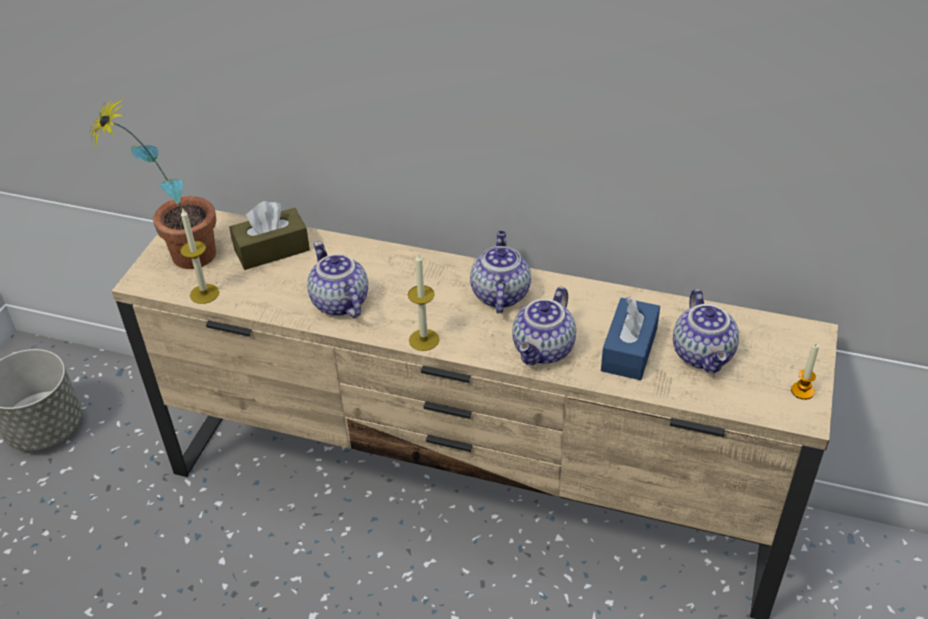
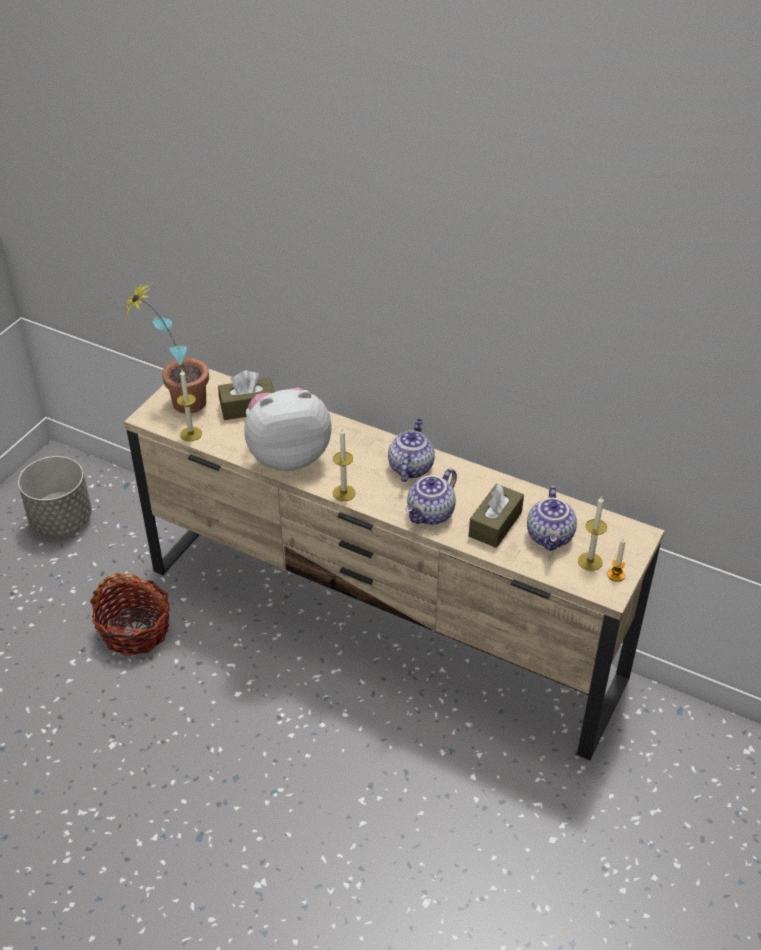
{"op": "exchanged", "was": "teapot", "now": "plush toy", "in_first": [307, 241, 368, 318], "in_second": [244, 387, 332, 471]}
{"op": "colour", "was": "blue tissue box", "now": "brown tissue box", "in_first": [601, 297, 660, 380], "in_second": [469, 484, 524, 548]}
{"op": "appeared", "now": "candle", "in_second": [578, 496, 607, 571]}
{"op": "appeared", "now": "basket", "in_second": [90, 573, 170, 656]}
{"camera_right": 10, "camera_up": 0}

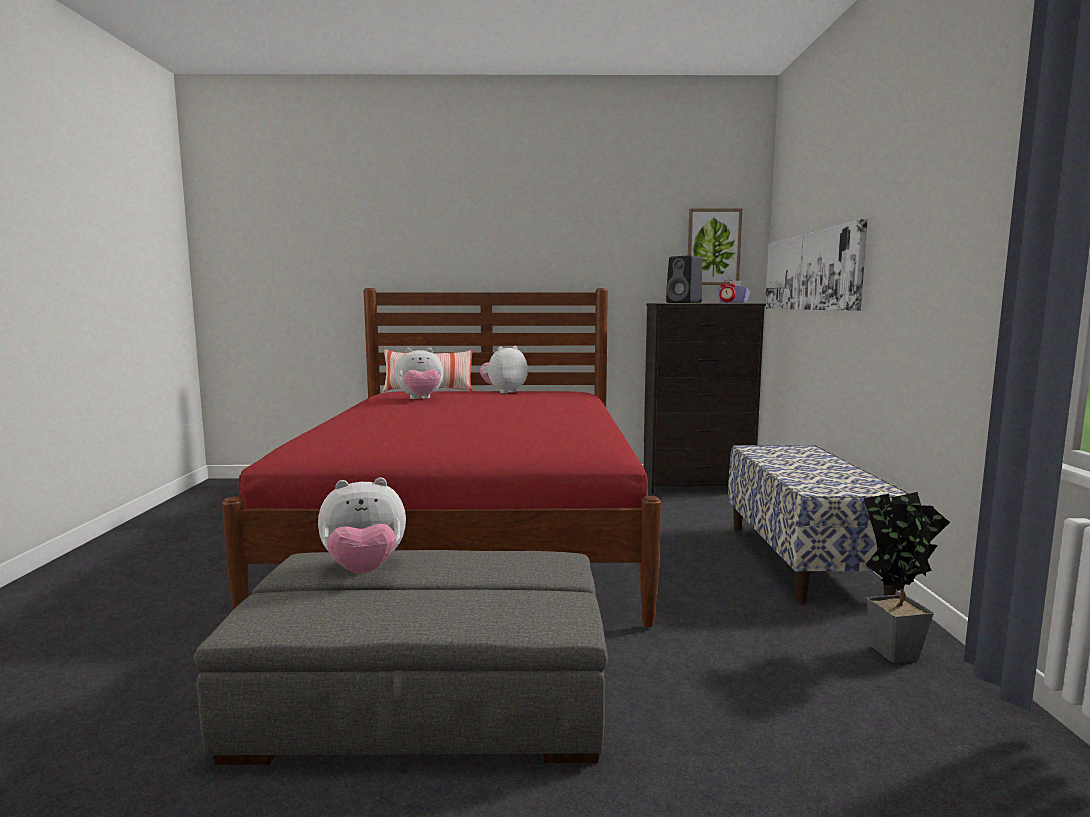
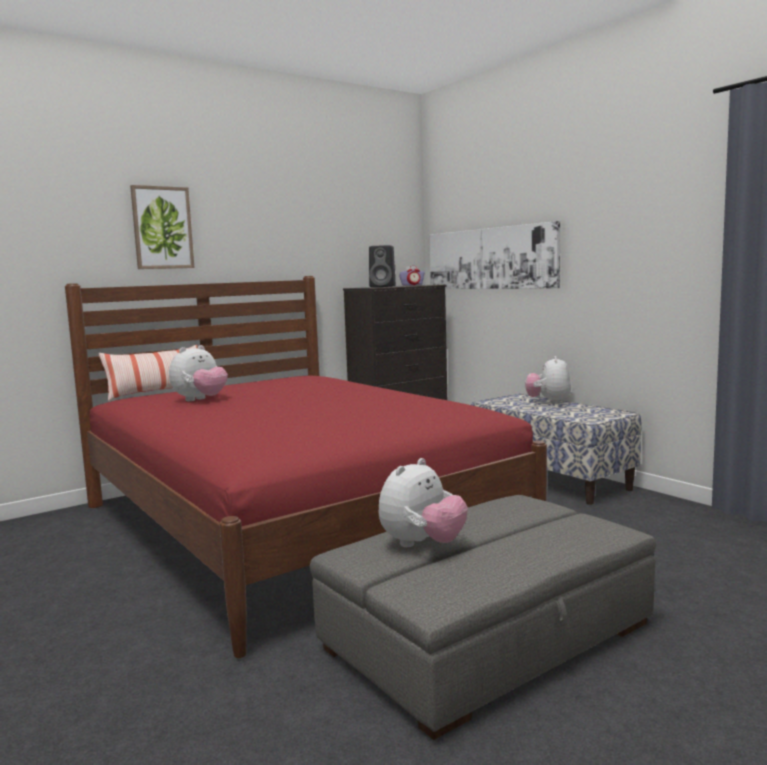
{"op": "relocated", "was": "picture", "in_first": [688, 209, 742, 285], "in_second": [130, 185, 194, 269]}
{"op": "relocated", "was": "plush toy", "in_first": [480, 346, 528, 394], "in_second": [525, 356, 571, 404]}
{"op": "missing", "was": "potted plant", "in_first": [864, 492, 950, 663]}
{"camera_right": -35, "camera_up": 0}

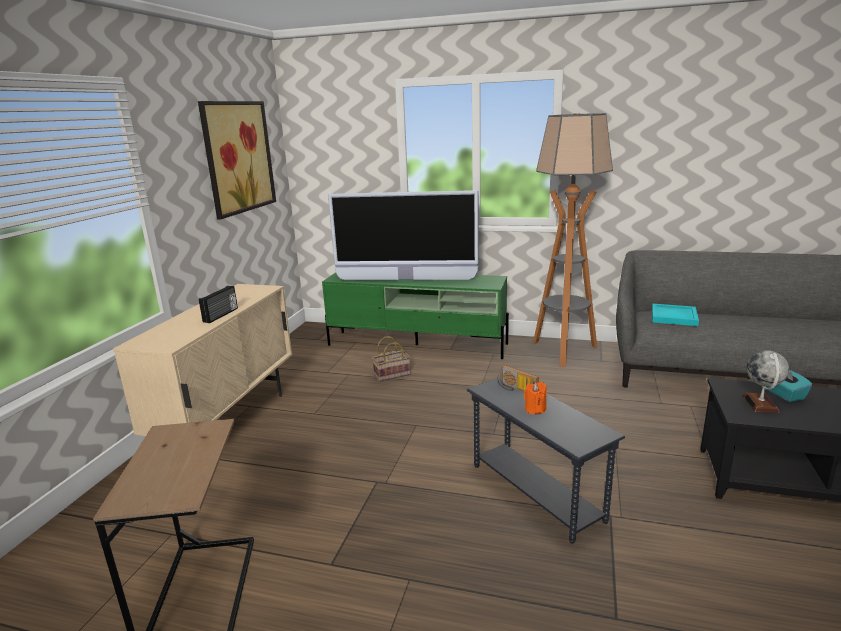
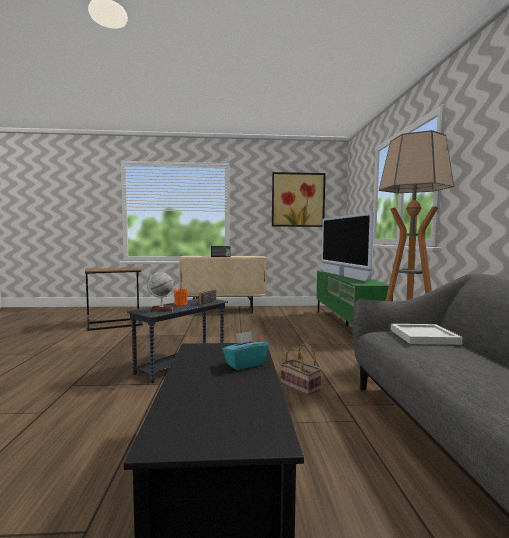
{"op": "colour", "was": "turquoise tray", "now": "white tray", "in_first": [652, 304, 699, 326], "in_second": [391, 324, 463, 345]}
{"op": "relocated", "was": "basket", "in_first": [372, 336, 410, 382], "in_second": [280, 343, 322, 396]}
{"op": "relocated", "was": "globe", "in_first": [742, 350, 789, 413], "in_second": [147, 271, 173, 312]}
{"camera_right": 70, "camera_up": -15}

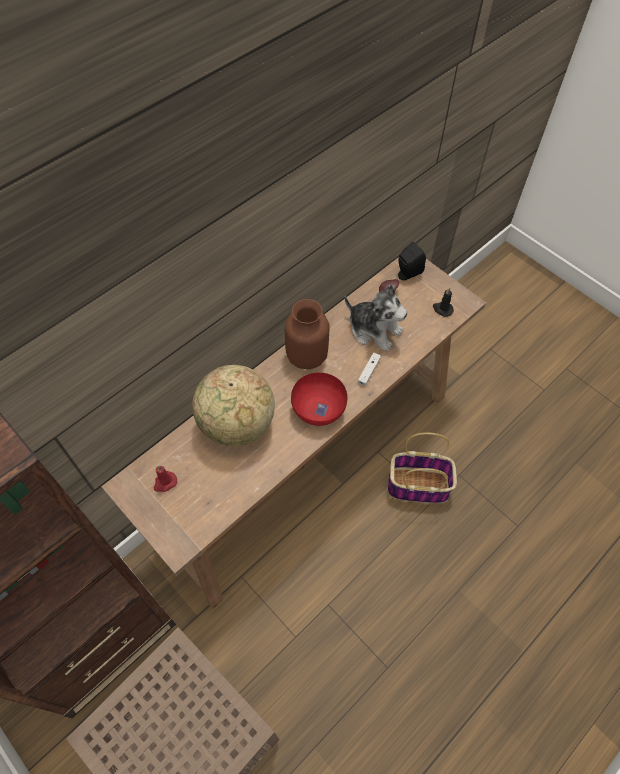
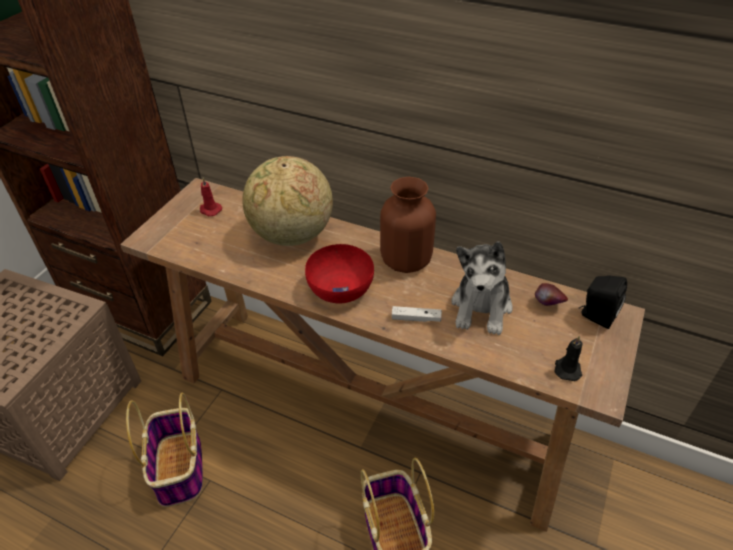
{"op": "appeared", "now": "basket", "in_second": [126, 393, 203, 507]}
{"camera_right": 70, "camera_up": -15}

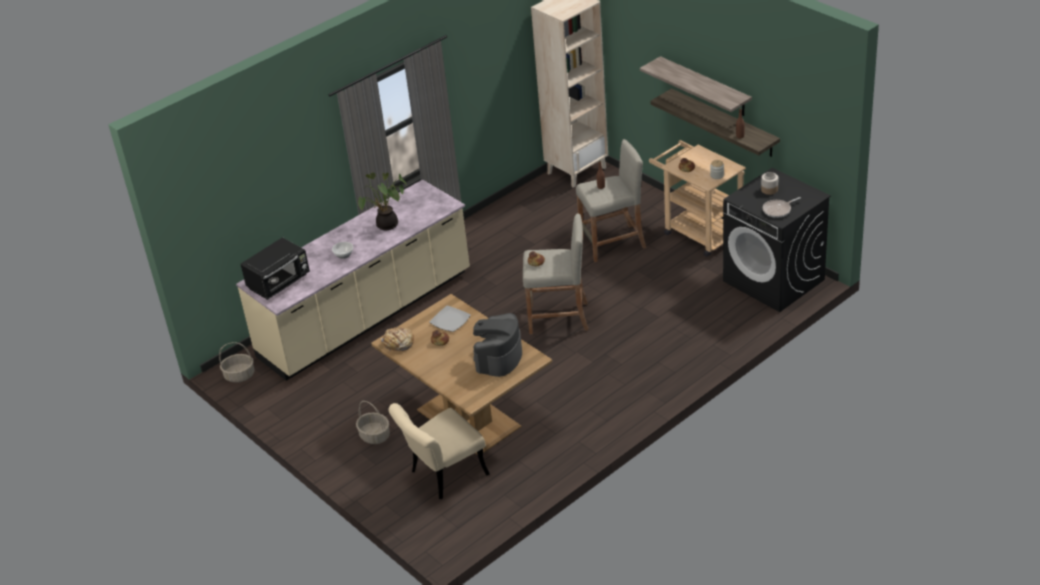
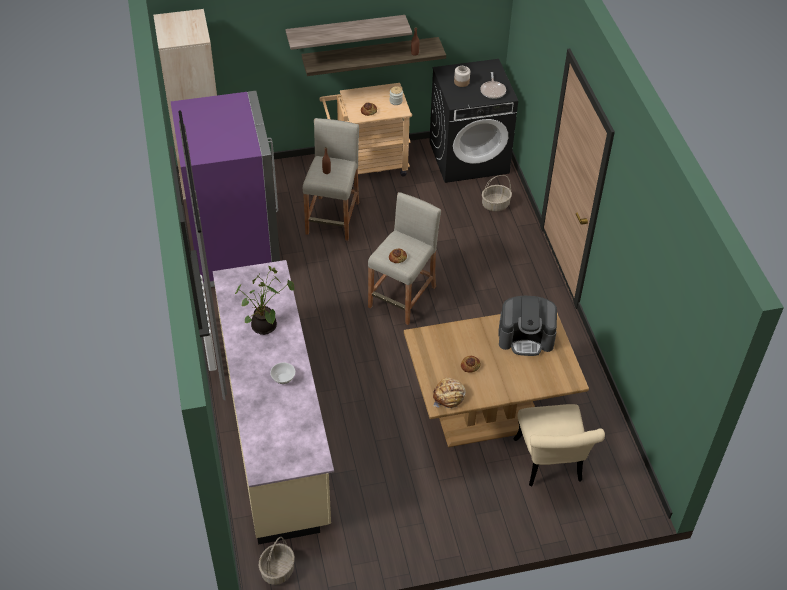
{"op": "missing", "was": "black microwave", "in_first": [241, 237, 310, 300]}
{"op": "missing", "was": "plate", "in_first": [429, 305, 471, 332]}
{"op": "spun", "was": "coffee machine", "in_first": [473, 313, 522, 377], "in_second": [498, 296, 557, 356], "clockwise": -45}
{"op": "relocated", "was": "basket", "in_first": [356, 401, 390, 444], "in_second": [482, 175, 512, 212]}
{"op": "appeared", "now": "purple fridge", "in_second": [170, 91, 280, 288]}
{"camera_right": -65, "camera_up": 10}

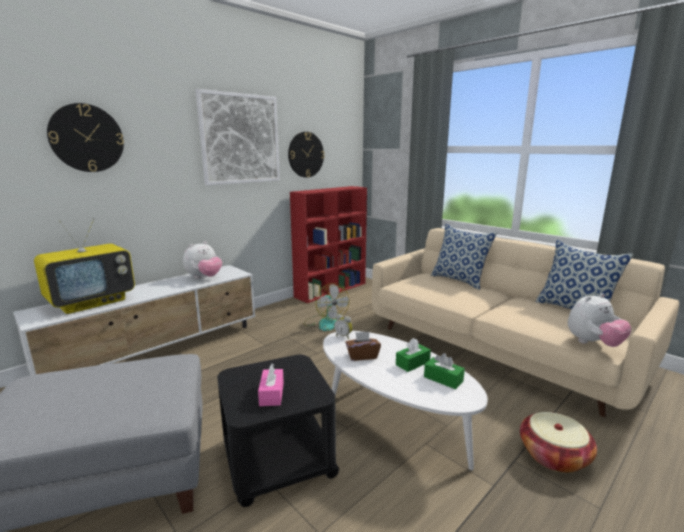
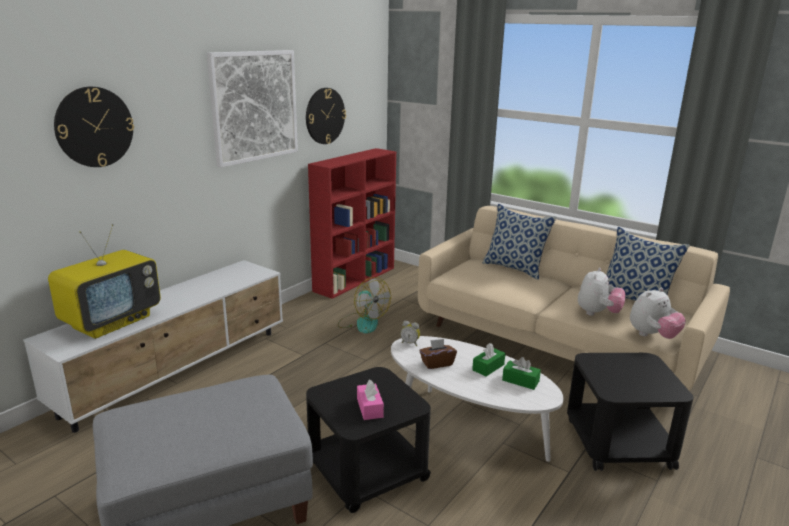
{"op": "relocated", "was": "plush toy", "in_first": [183, 241, 222, 279], "in_second": [578, 268, 626, 316]}
{"op": "exchanged", "was": "basket", "now": "black side table", "in_first": [520, 412, 597, 473], "in_second": [567, 353, 694, 471]}
{"camera_right": -10, "camera_up": 5}

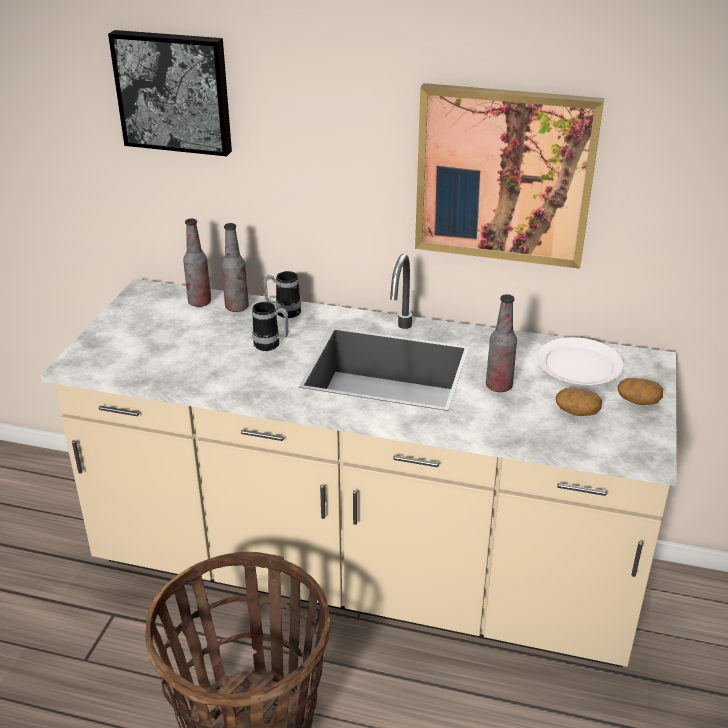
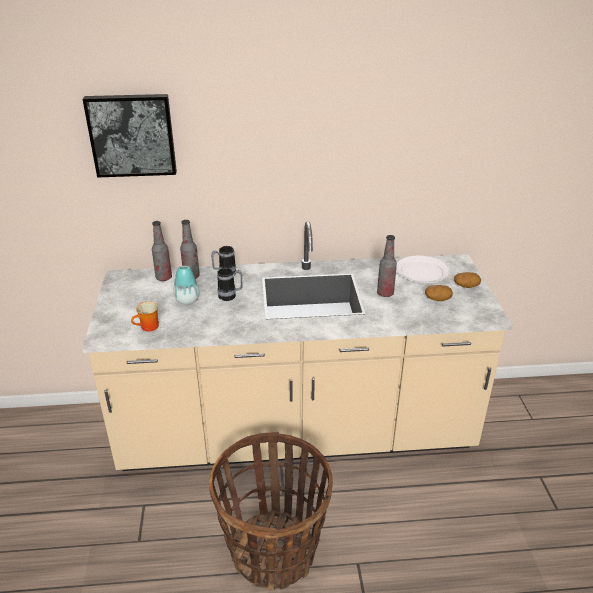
{"op": "missing", "was": "picture", "in_first": [415, 83, 604, 269]}
{"op": "appeared", "now": "vase", "in_second": [173, 266, 200, 305]}
{"op": "appeared", "now": "mug", "in_second": [131, 301, 159, 331]}
{"camera_right": -20, "camera_up": 0}

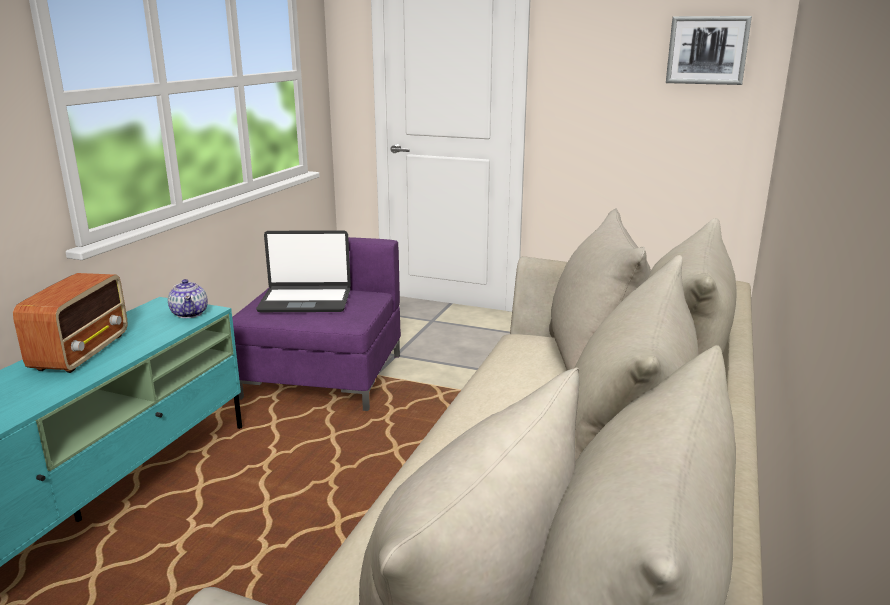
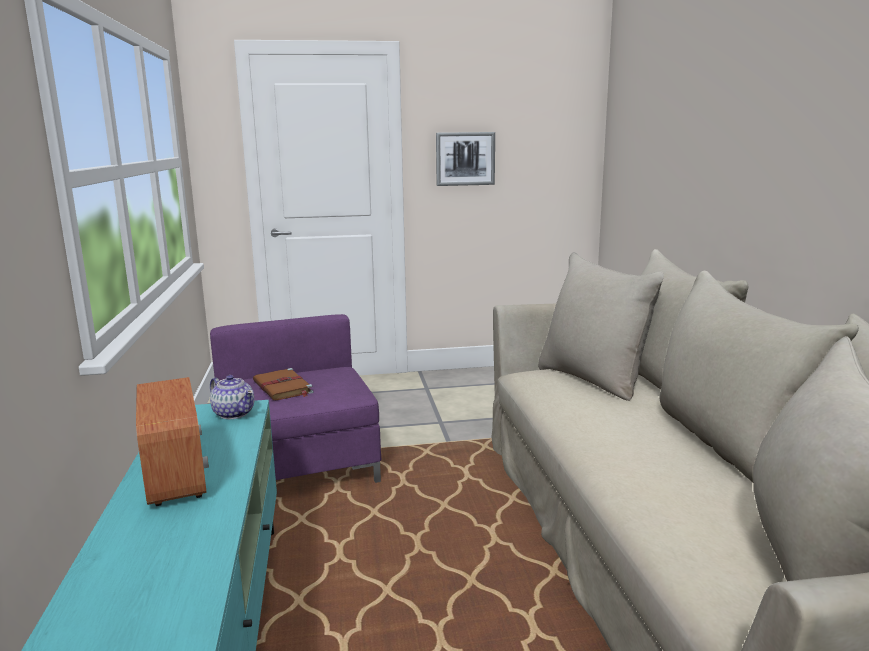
{"op": "relocated", "was": "picture", "in_first": [666, 16, 752, 85], "in_second": [436, 132, 495, 186]}
{"op": "exchanged", "was": "laptop", "now": "brown book", "in_first": [256, 230, 351, 312], "in_second": [253, 368, 313, 400]}
{"camera_right": -30, "camera_up": -5}

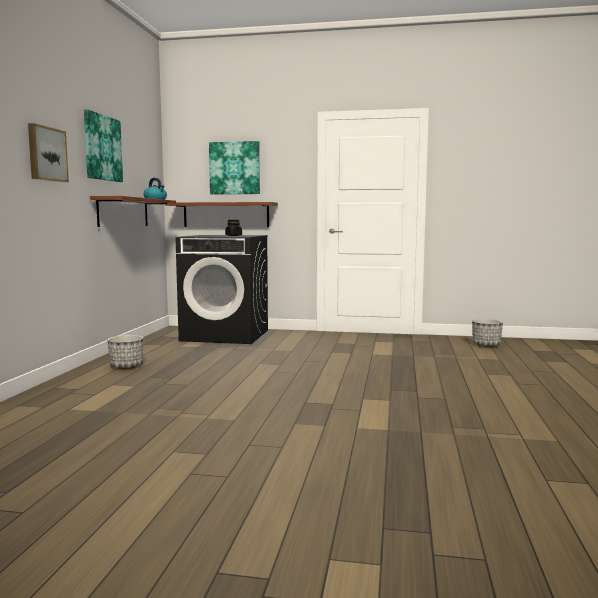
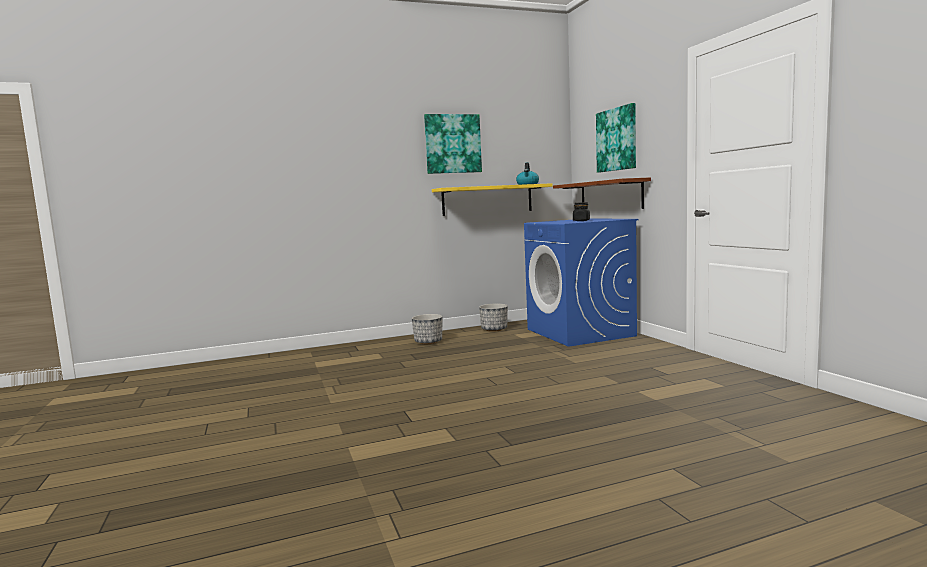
{"op": "missing", "was": "picture", "in_first": [28, 123, 69, 182]}
{"op": "colour", "was": "brown shelf", "now": "yellow shelf", "in_first": [90, 196, 176, 227], "in_second": [432, 183, 553, 216]}
{"op": "colour", "was": "black washing machine", "now": "blue washing machine", "in_first": [176, 235, 268, 344], "in_second": [524, 218, 639, 347]}
{"op": "relocated", "was": "planter", "in_first": [472, 319, 503, 347], "in_second": [479, 303, 508, 332]}
{"camera_right": 60, "camera_up": 0}

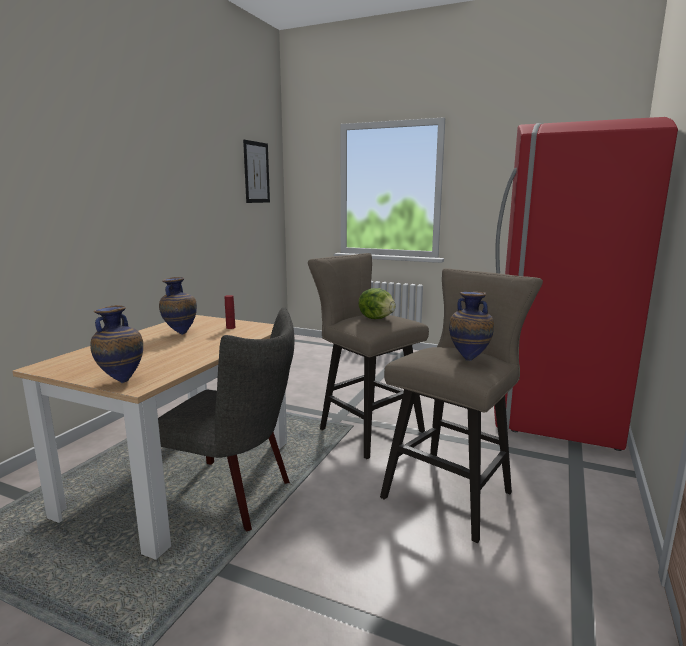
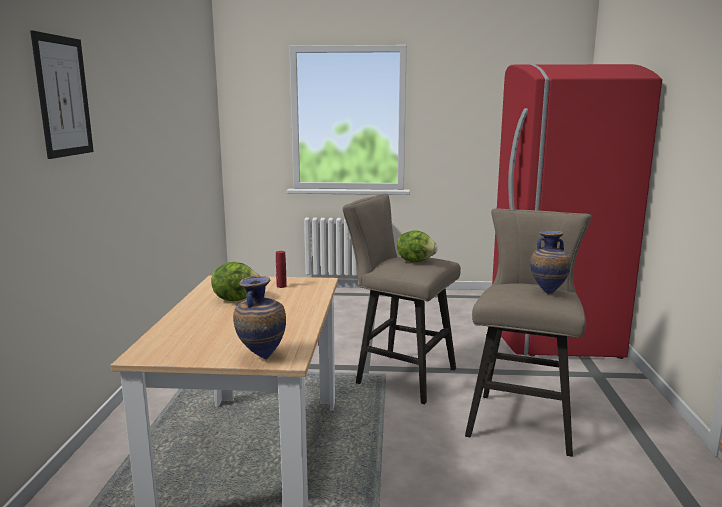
{"op": "relocated", "was": "picture", "in_first": [243, 140, 270, 203], "in_second": [30, 30, 94, 159]}
{"op": "exchanged", "was": "vase", "now": "lettuce", "in_first": [159, 277, 197, 335], "in_second": [211, 262, 260, 301]}
{"op": "missing", "was": "grey chair", "in_first": [158, 307, 294, 532]}
{"camera_right": -20, "camera_up": 0}

